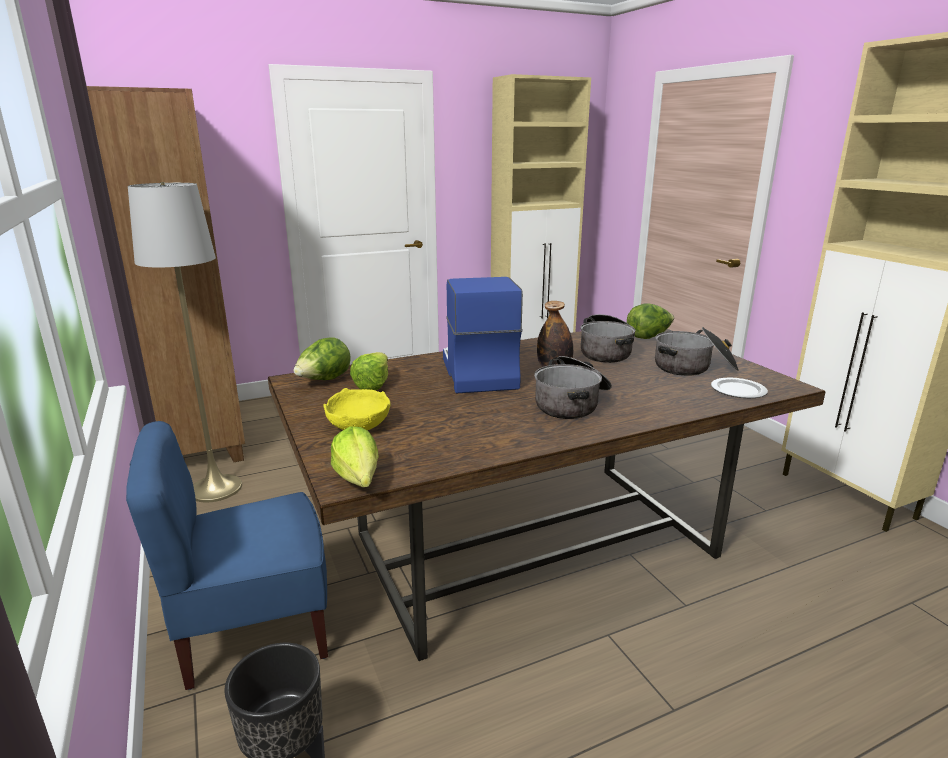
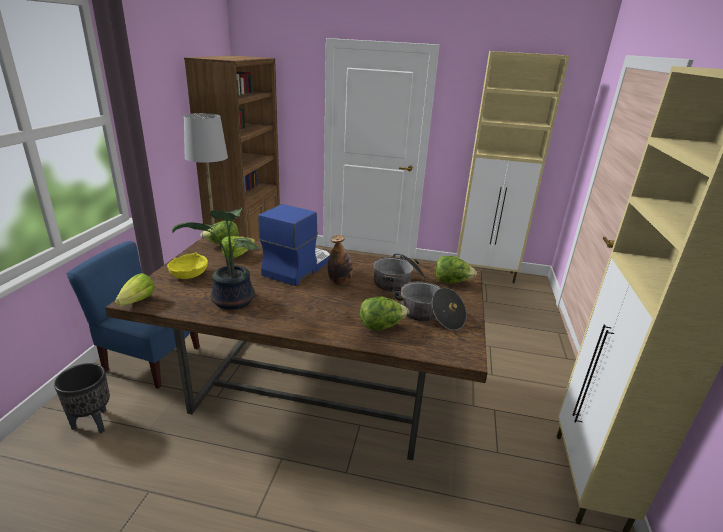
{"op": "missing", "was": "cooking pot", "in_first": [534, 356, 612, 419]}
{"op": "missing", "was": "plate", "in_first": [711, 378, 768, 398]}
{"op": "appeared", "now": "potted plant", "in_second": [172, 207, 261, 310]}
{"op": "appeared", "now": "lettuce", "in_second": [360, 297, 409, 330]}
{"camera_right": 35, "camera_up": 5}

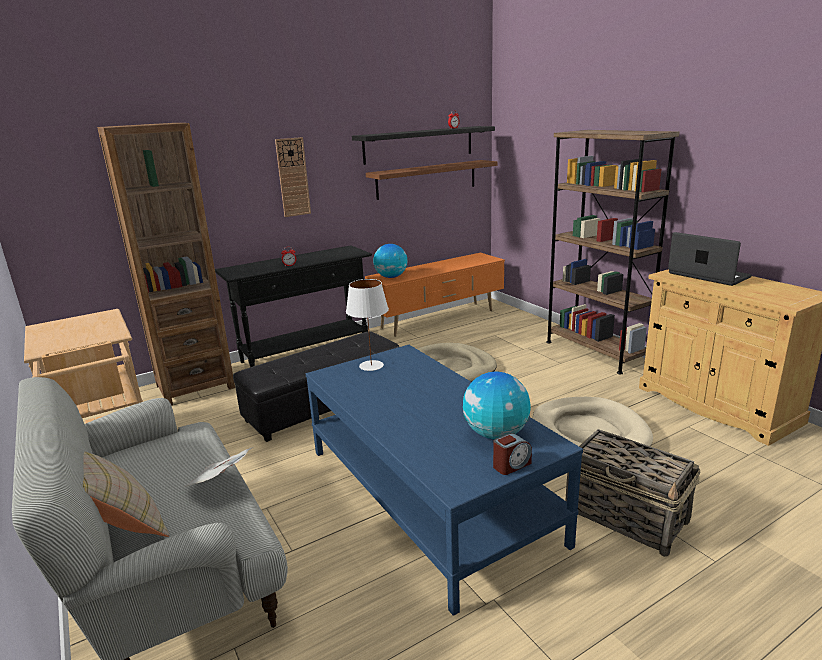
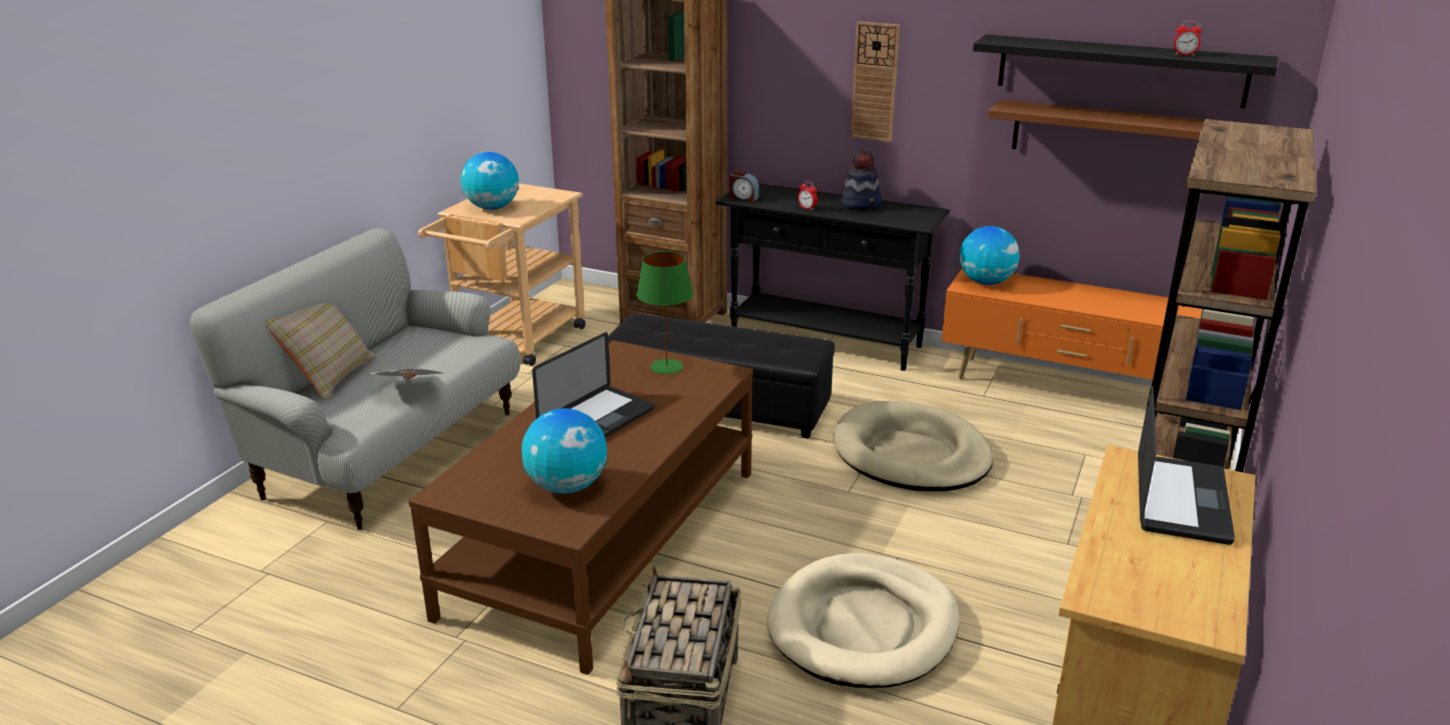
{"op": "colour", "was": "white table lamp", "now": "green table lamp", "in_first": [346, 279, 389, 371], "in_second": [636, 252, 693, 374]}
{"op": "colour", "was": "blue coffee table", "now": "brown coffee table", "in_first": [306, 345, 583, 616], "in_second": [409, 340, 753, 675]}
{"op": "relocated", "was": "alarm clock", "in_first": [493, 433, 532, 475], "in_second": [730, 172, 759, 202]}
{"op": "appeared", "now": "hat", "in_second": [841, 149, 882, 210]}
{"op": "appeared", "now": "globe", "in_second": [461, 152, 519, 210]}
{"op": "appeared", "now": "laptop", "in_second": [532, 332, 655, 437]}
{"camera_right": 55, "camera_up": 5}

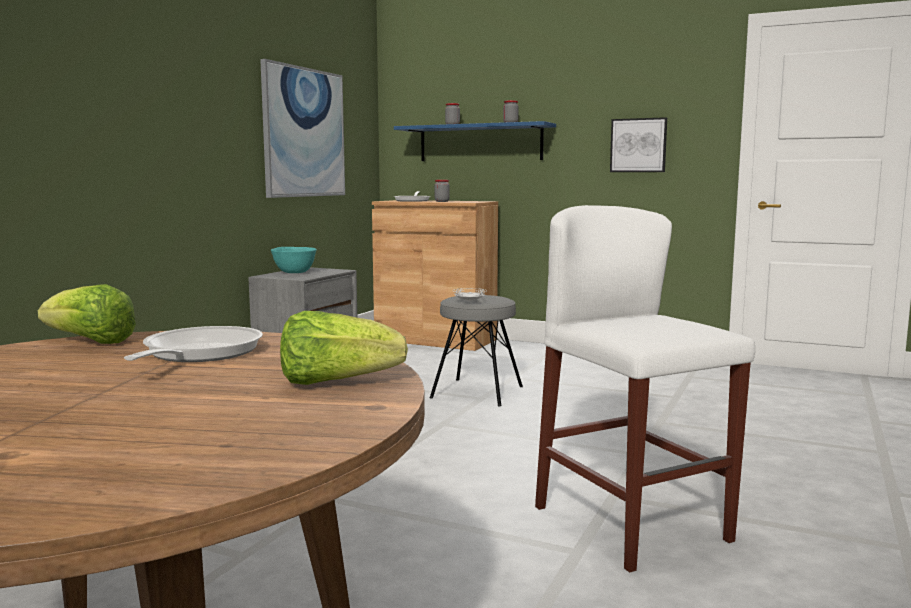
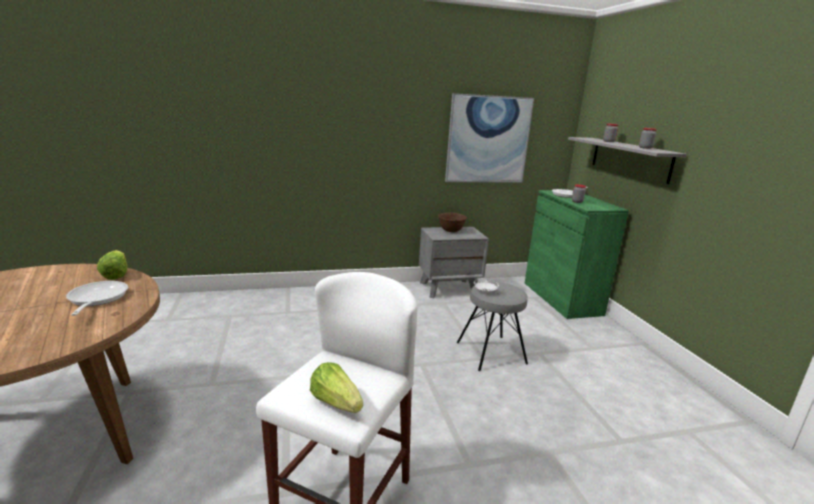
{"op": "missing", "was": "picture", "in_first": [610, 117, 667, 172]}
{"op": "colour", "was": "blue shelf", "now": "grey shelf", "in_first": [394, 121, 556, 161], "in_second": [568, 137, 687, 184]}
{"op": "colour", "was": "brown cabinet", "now": "green cabinet", "in_first": [372, 200, 498, 351], "in_second": [525, 190, 629, 319]}
{"op": "colour", "was": "turquoise bowl", "now": "brown bowl", "in_first": [271, 247, 317, 273], "in_second": [438, 212, 467, 232]}
{"op": "relocated", "was": "lettuce", "in_first": [280, 311, 408, 385], "in_second": [310, 362, 363, 413]}
{"op": "spun", "was": "frying pan", "in_first": [124, 326, 263, 362], "in_second": [66, 281, 128, 316], "clockwise": -75}
{"camera_right": 50, "camera_up": 10}

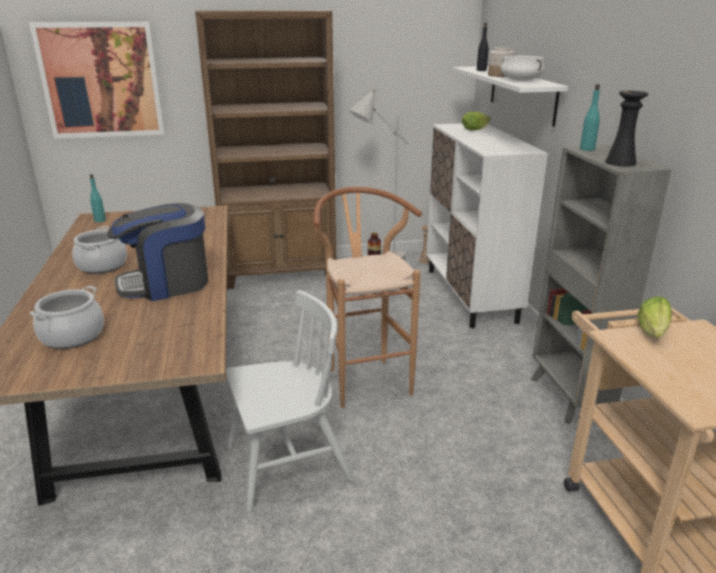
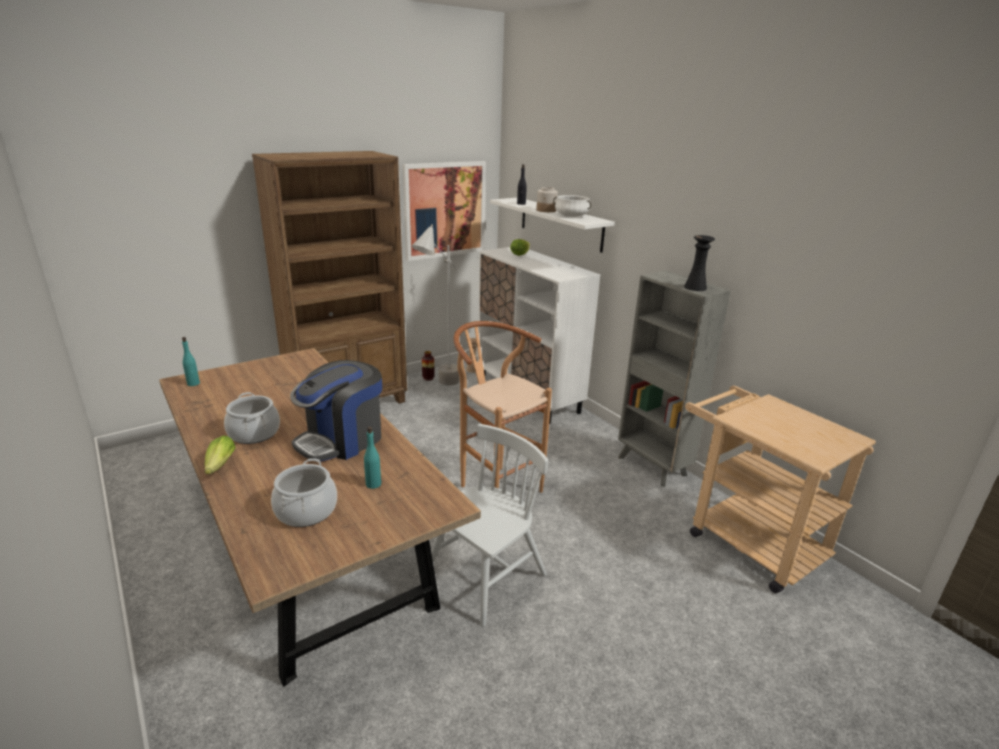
{"op": "relocated", "was": "picture", "in_first": [29, 22, 165, 139], "in_second": [403, 161, 486, 261]}
{"op": "relocated", "was": "turquoise bottle", "in_first": [580, 84, 600, 151], "in_second": [364, 427, 381, 489]}
{"op": "relocated", "was": "lettuce", "in_first": [638, 296, 672, 338], "in_second": [204, 435, 235, 474]}
{"camera_right": -25, "camera_up": 0}

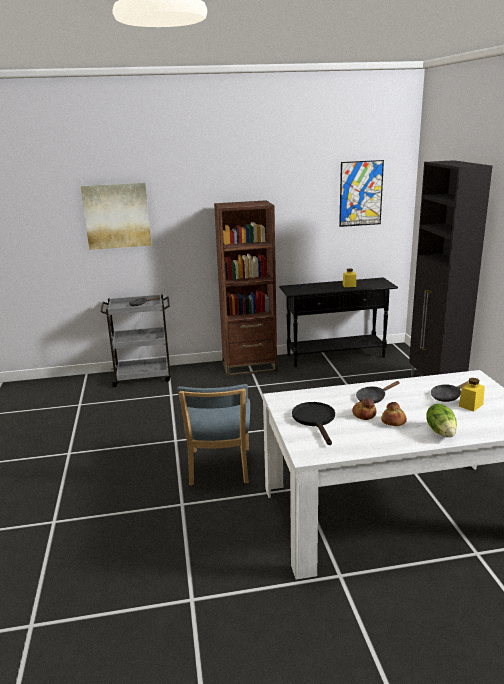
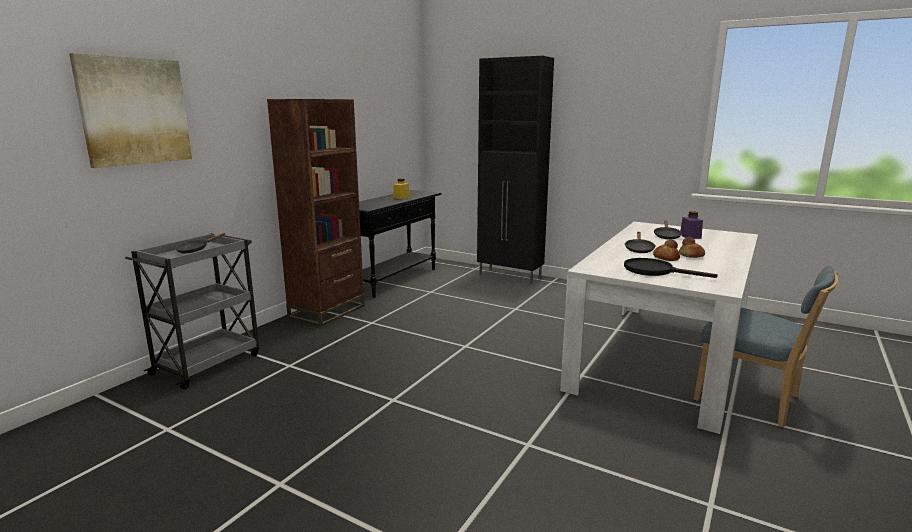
{"op": "missing", "was": "picture", "in_first": [339, 160, 384, 227]}
{"op": "colour", "was": "yellow jar", "now": "purple jar", "in_first": [459, 378, 485, 412], "in_second": [680, 211, 703, 239]}
{"op": "relocated", "was": "blue chair", "in_first": [177, 384, 250, 486], "in_second": [694, 266, 838, 427]}
{"op": "missing", "was": "lettuce", "in_first": [426, 404, 457, 437]}
{"camera_right": -50, "camera_up": -5}

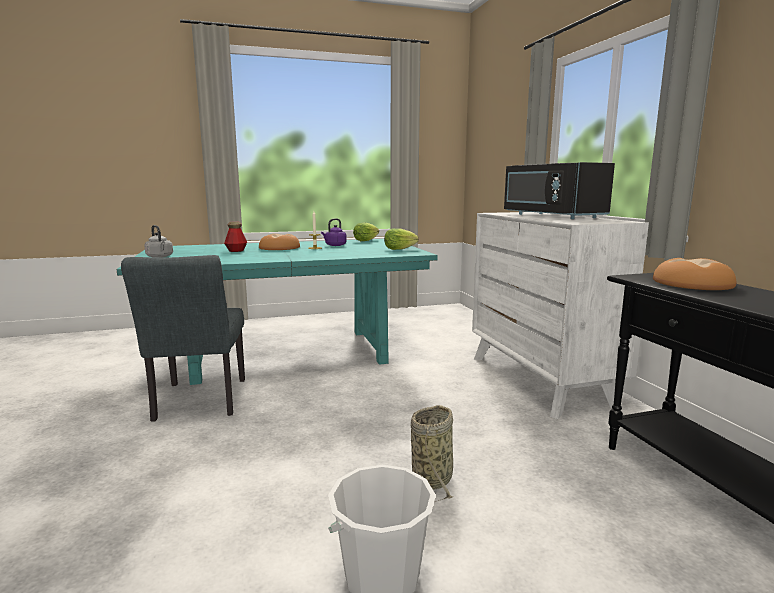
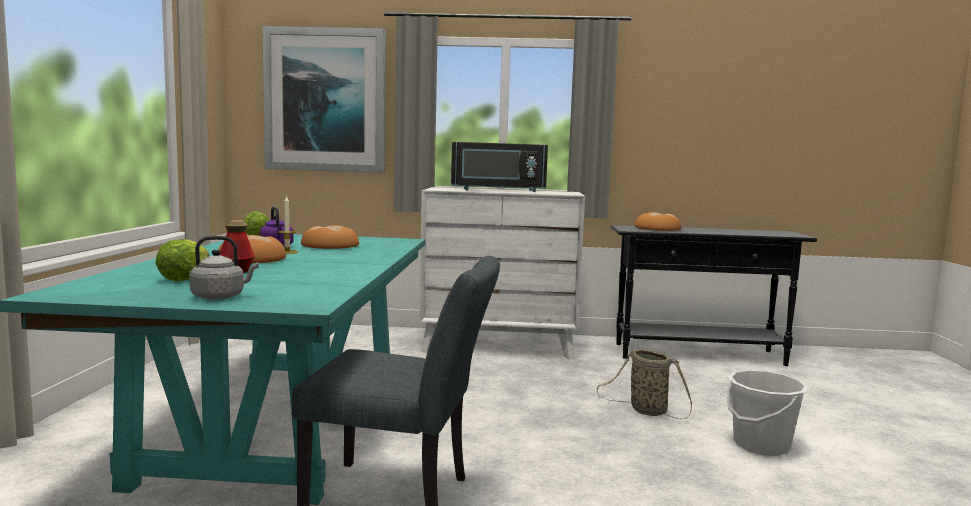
{"op": "relocated", "was": "lettuce", "in_first": [384, 228, 419, 250], "in_second": [155, 239, 209, 282]}
{"op": "appeared", "now": "picture", "in_second": [262, 26, 386, 173]}
{"op": "appeared", "now": "bread", "in_second": [301, 225, 359, 249]}
{"camera_right": -70, "camera_up": -5}

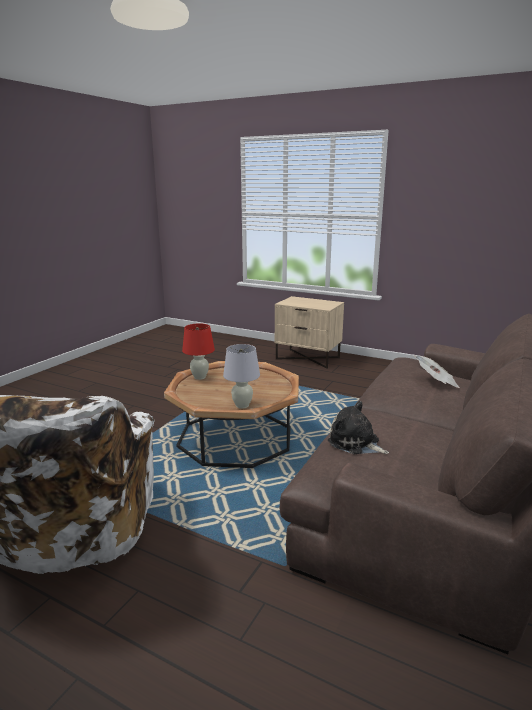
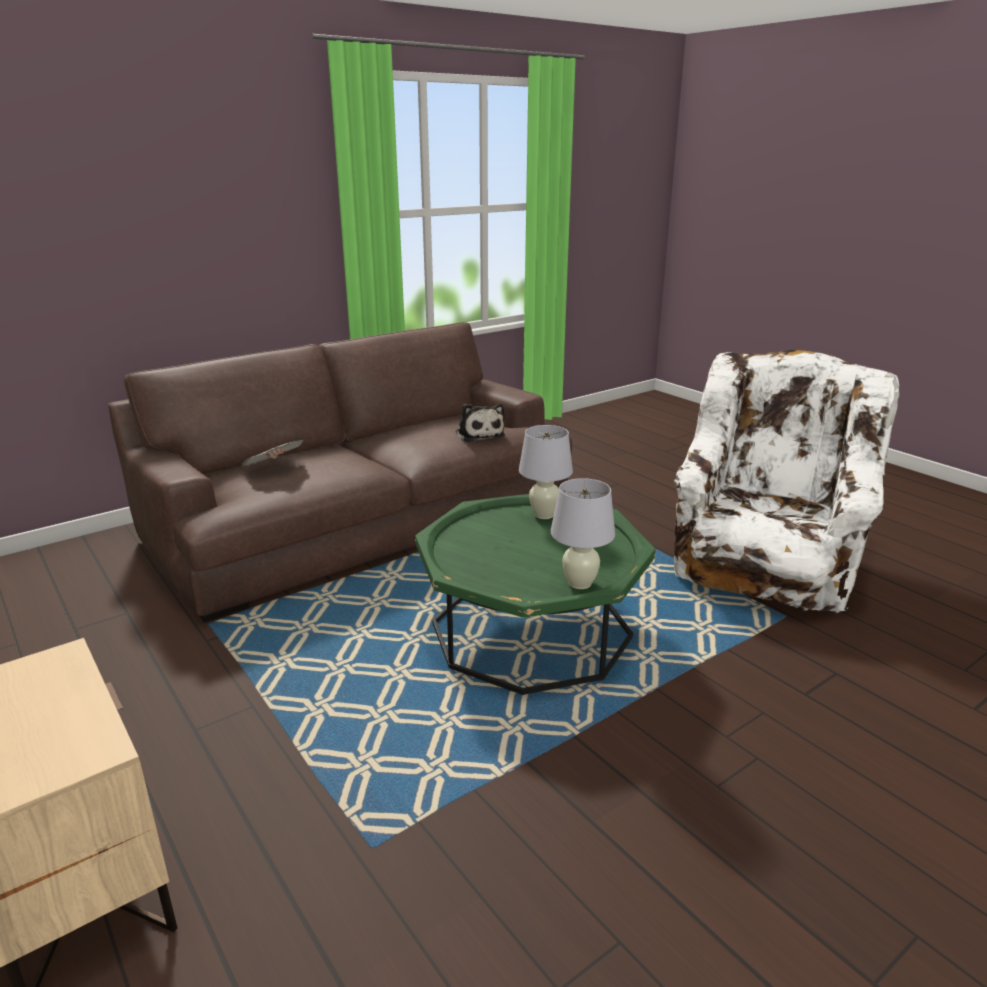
{"op": "colour", "was": "red table lamp", "now": "white table lamp", "in_first": [182, 323, 215, 380], "in_second": [551, 478, 615, 589]}
{"op": "colour", "was": "brown coffee table", "now": "green coffee table", "in_first": [164, 361, 299, 468], "in_second": [415, 494, 656, 695]}
{"camera_right": -155, "camera_up": 5}

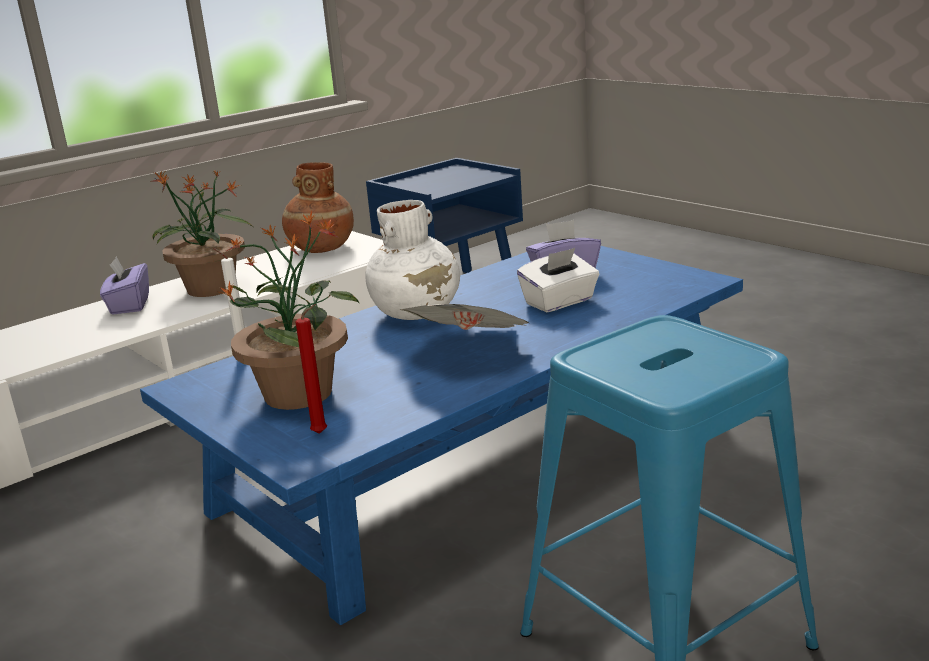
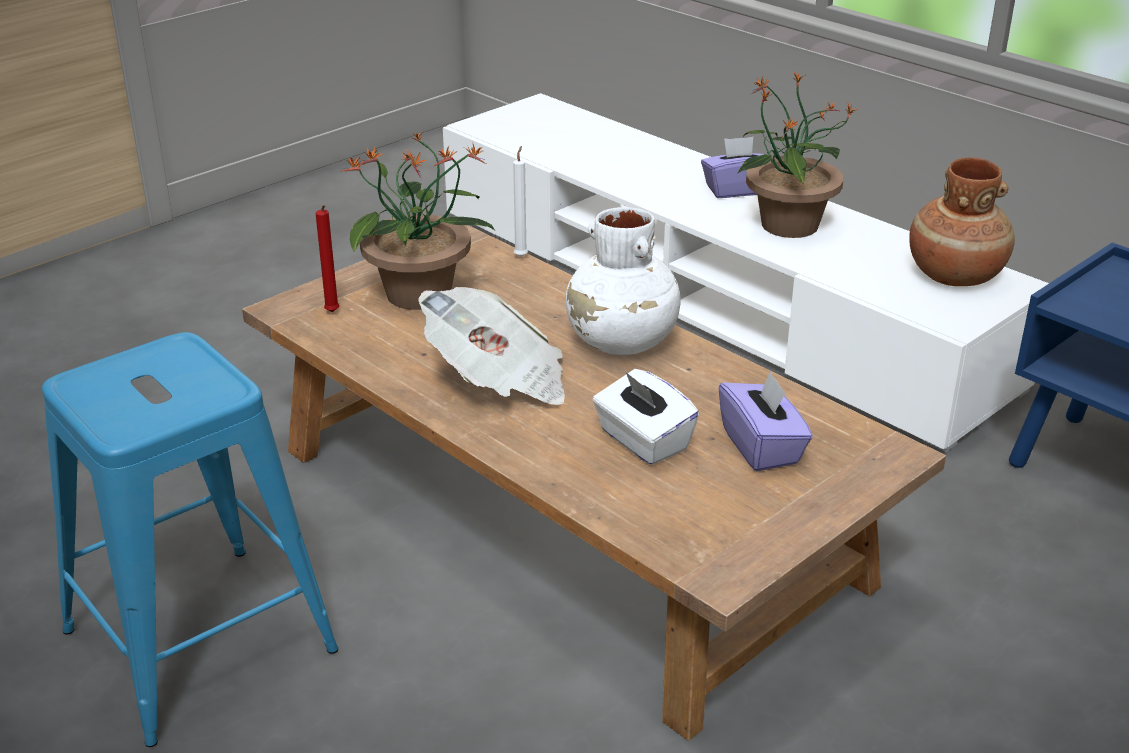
{"op": "colour", "was": "blue coffee table", "now": "brown coffee table", "in_first": [140, 246, 743, 625], "in_second": [242, 225, 946, 741]}
{"camera_right": 85, "camera_up": 10}

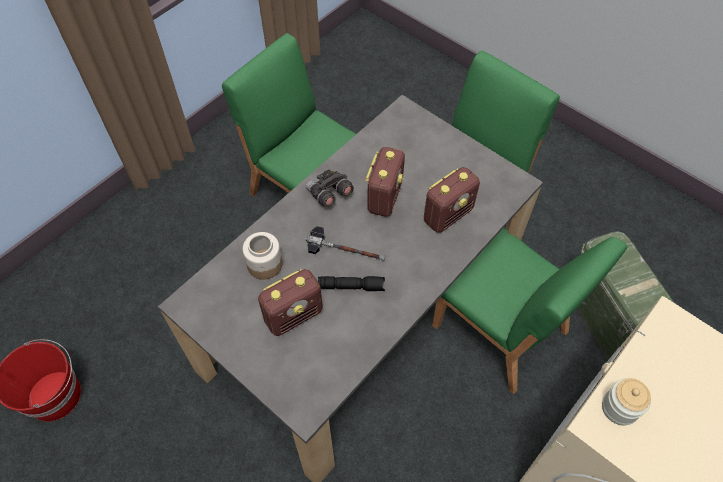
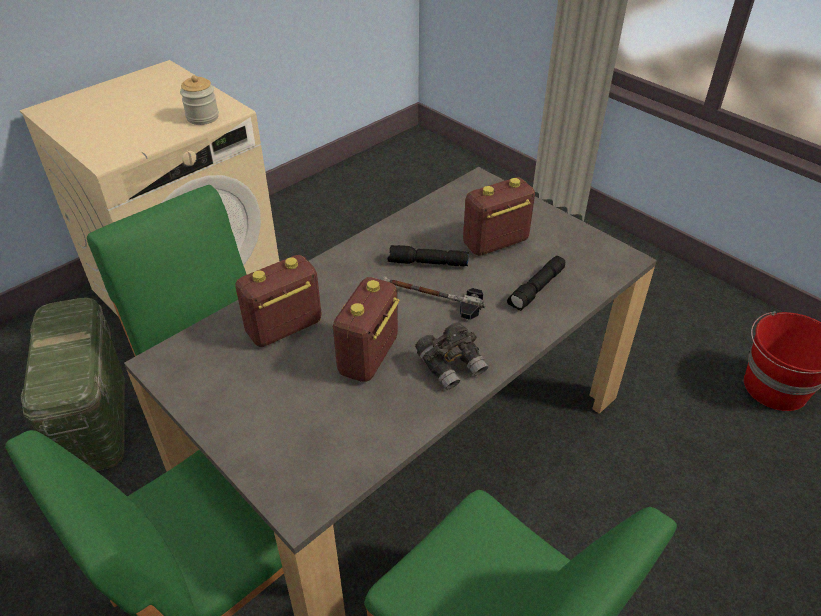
{"op": "exchanged", "was": "jar", "now": "black flashlight", "in_first": [243, 232, 283, 280], "in_second": [507, 256, 565, 311]}
{"camera_right": -175, "camera_up": -15}

